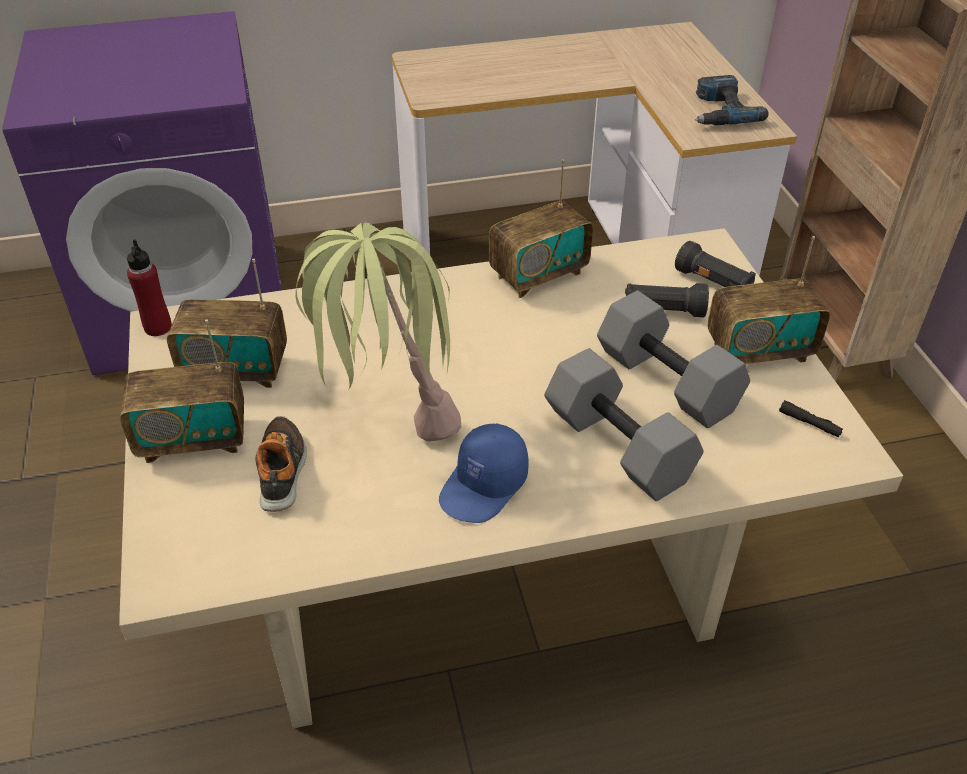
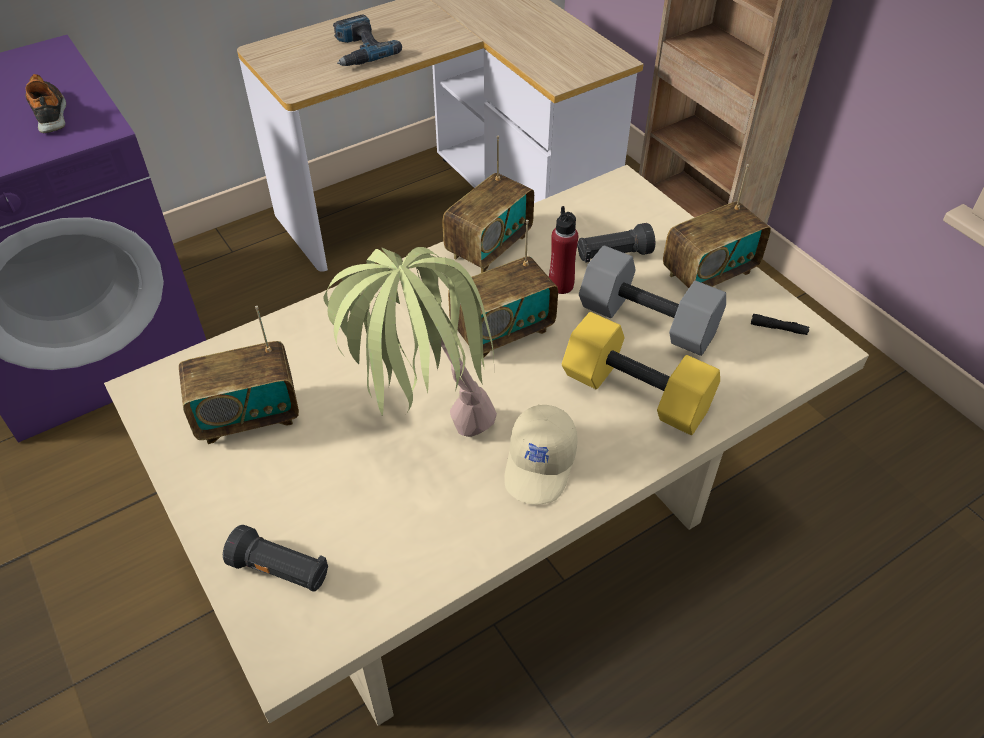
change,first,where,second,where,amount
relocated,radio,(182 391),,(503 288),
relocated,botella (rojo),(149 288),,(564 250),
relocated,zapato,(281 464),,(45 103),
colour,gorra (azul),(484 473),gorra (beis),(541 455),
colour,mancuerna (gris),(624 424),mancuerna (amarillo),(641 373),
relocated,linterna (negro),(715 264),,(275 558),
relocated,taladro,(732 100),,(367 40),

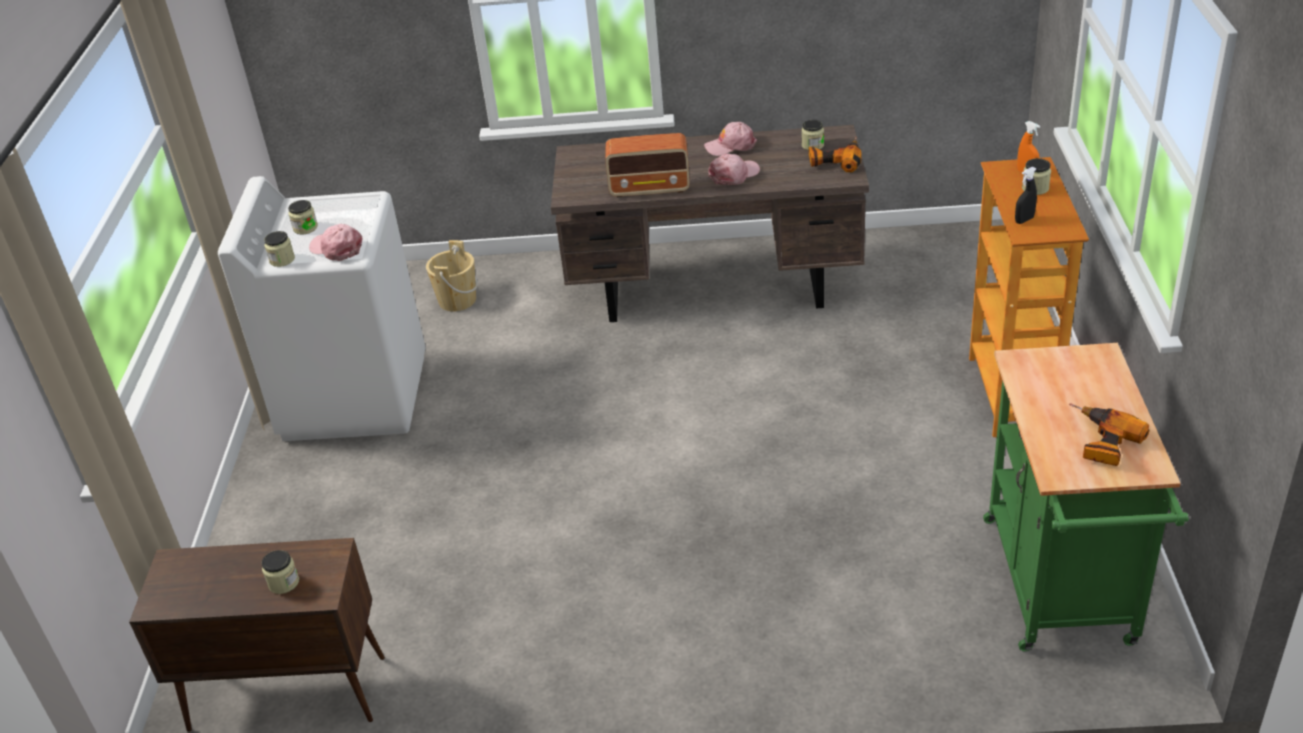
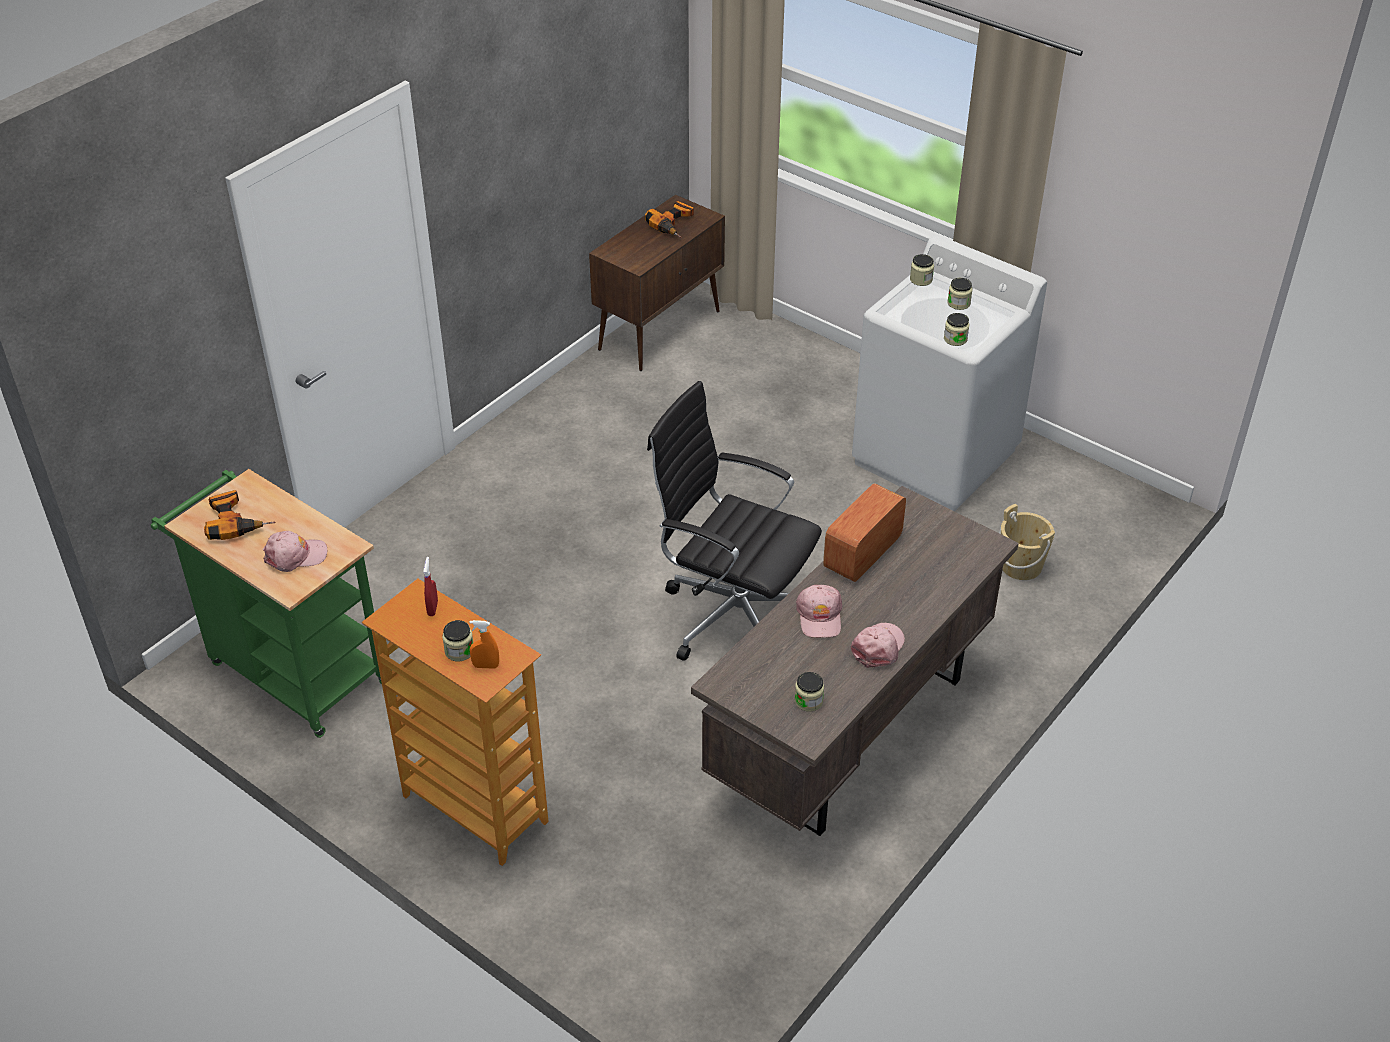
change,first,where,second,where,amount
relocated,tarro,(280 572),,(957 329),
relocated,gorra (rosa),(335 242),,(295 551),
relocated,taladro,(835 154),,(669 219),
colour,pulverizador (negro),(1026 195),pulverizador (rojo),(430 586),
appeared,,,silla de oficina (negro),(734 521),

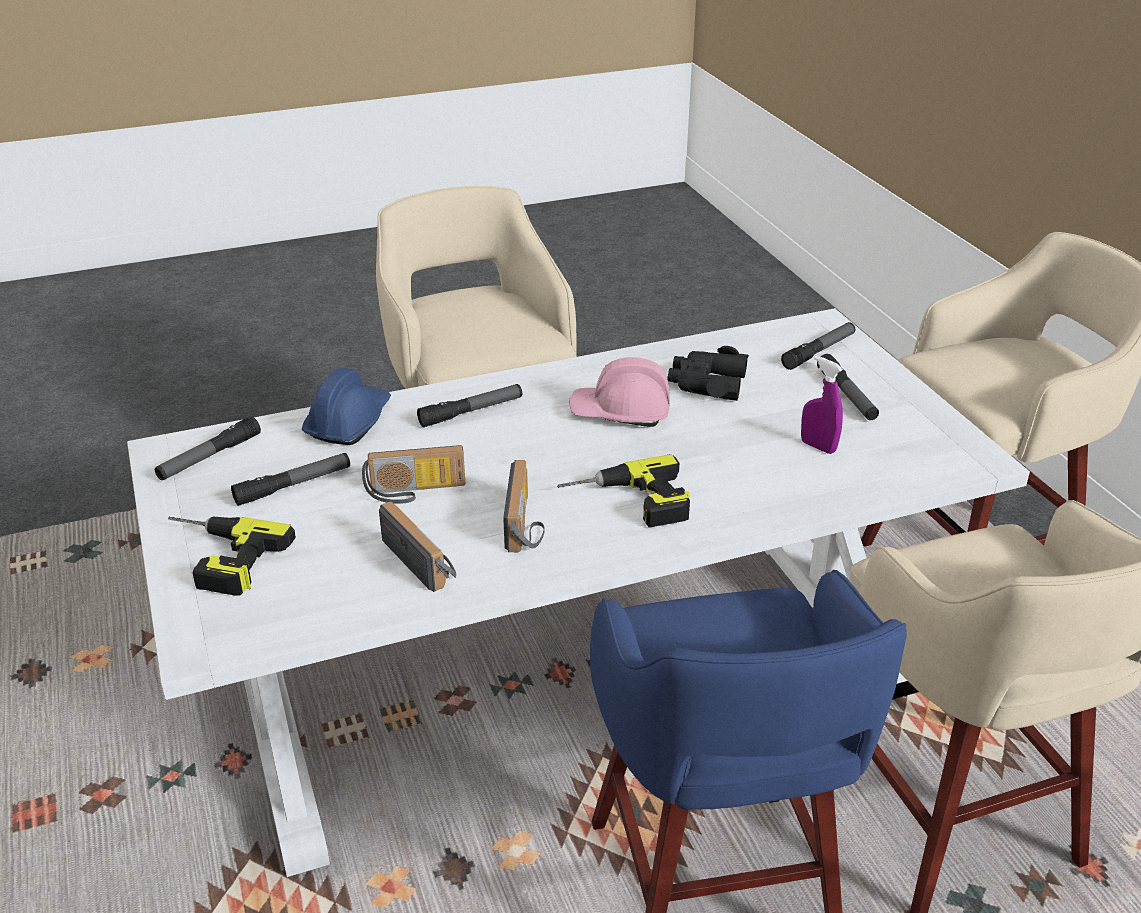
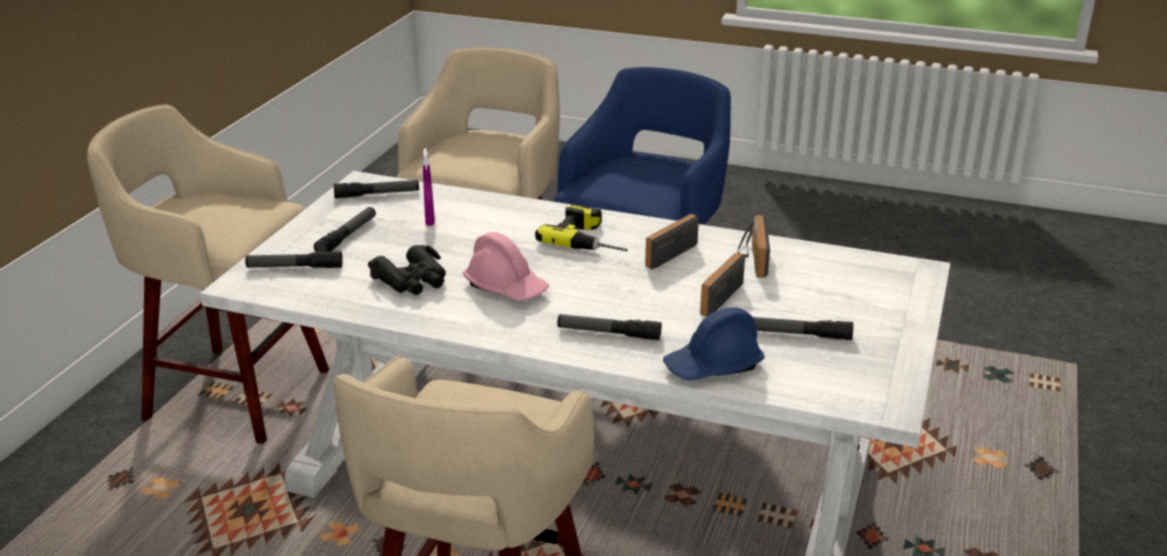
change,first,where,second,where,amount
relocated,linterna,(208 448),,(376 189),
missing,taladro,(232 556),,,
spun,radio,(413 474),,(722 285),90 degrees counterclockwise

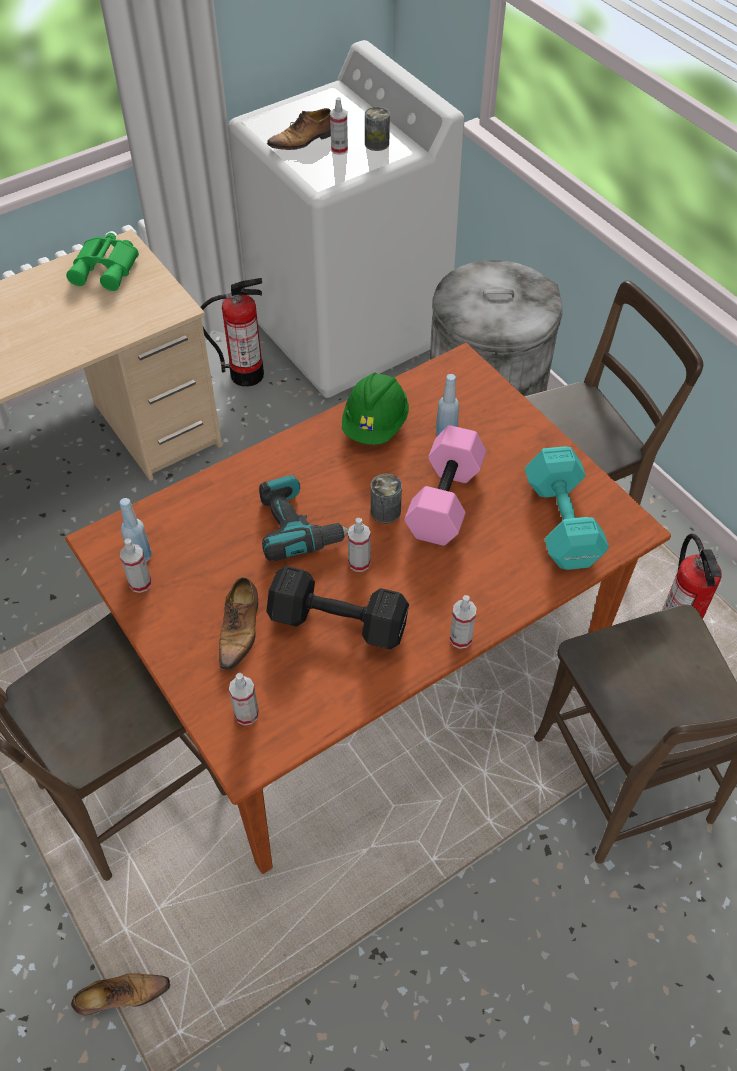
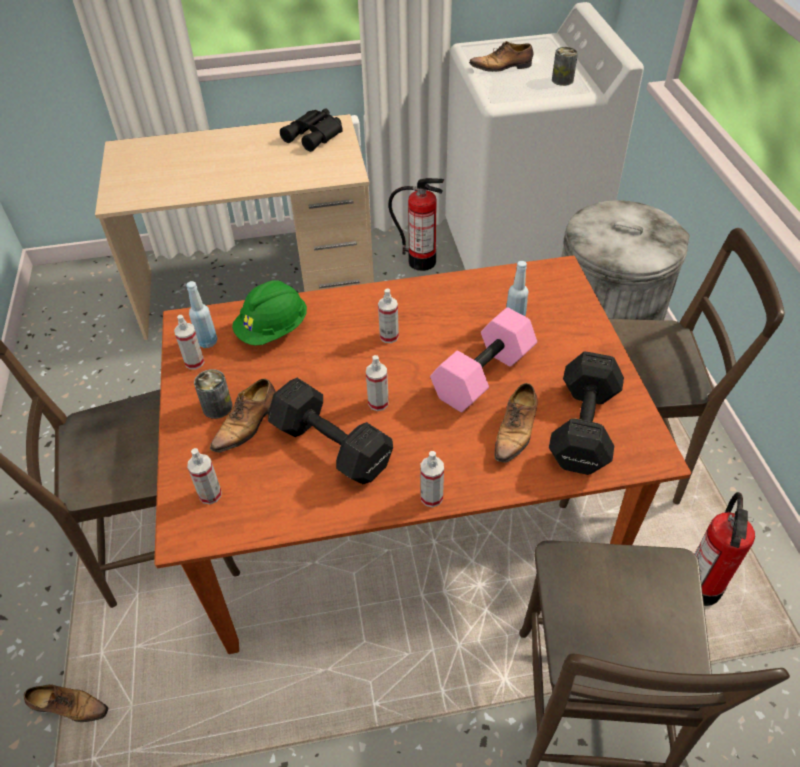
change,first,where,second,where,amount
colour,prismáticos (verde),(102 262),prismáticos (negro),(311 130),
missing,taladro,(304 518),,,
relocated,pulverizador,(339 126),,(388 315),
relocated,casco (verde),(375 408),,(269 312),
relocated,lata,(386 498),,(213 394),
colour,mancuerna (turquesa),(567 508),mancuerna (negro),(586 413),
appeared,,,zapato,(516 424),

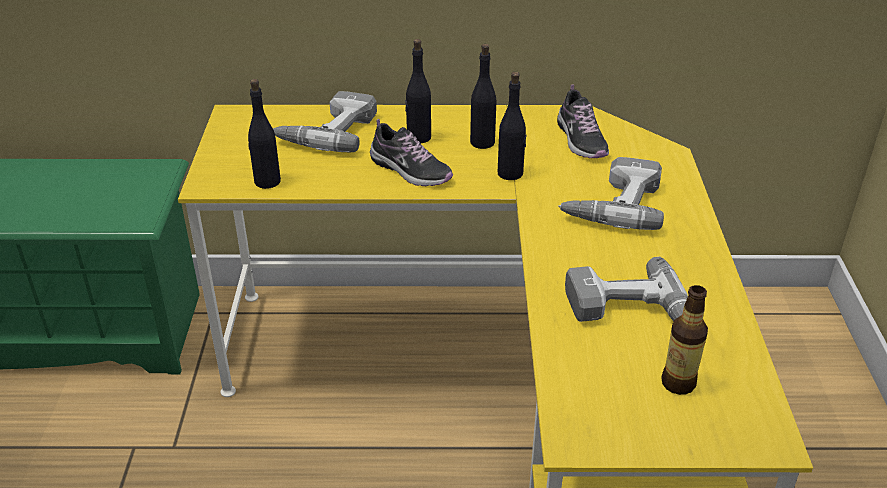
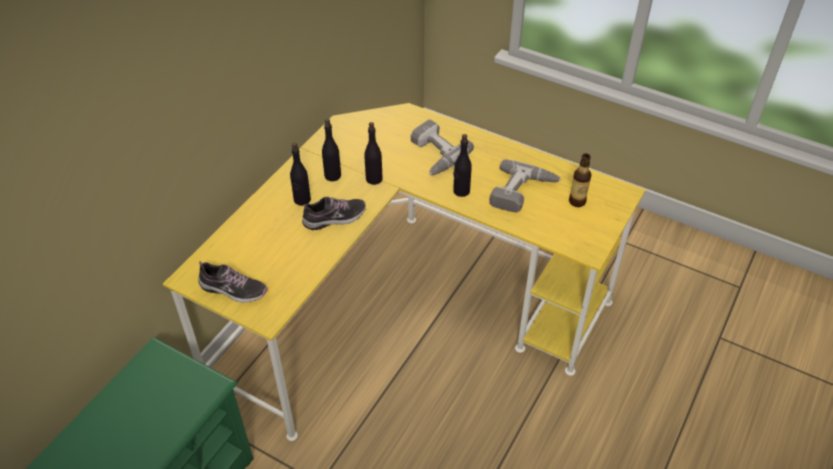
change,first,where,second,where,amount
relocated,botella (negro),(264 134),,(462 165),
missing,taladro,(325 121),,,
relocated,zapato,(583 121),,(232 282),

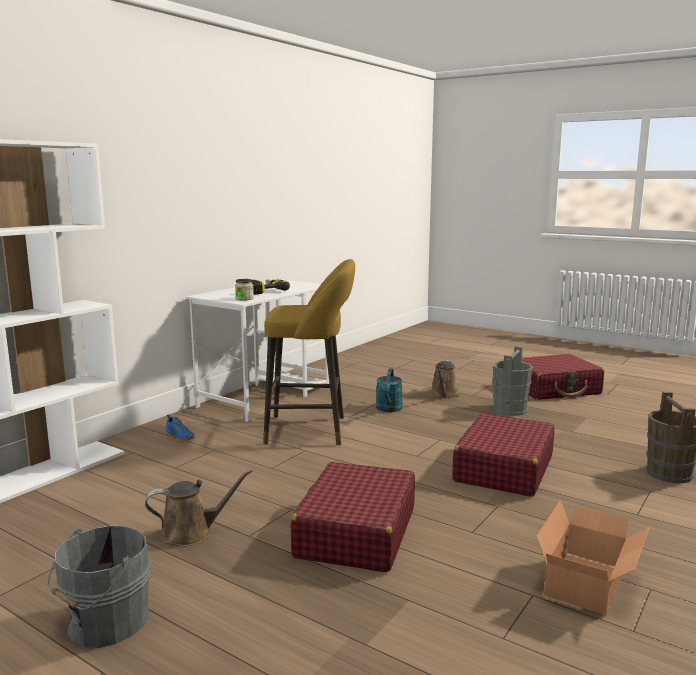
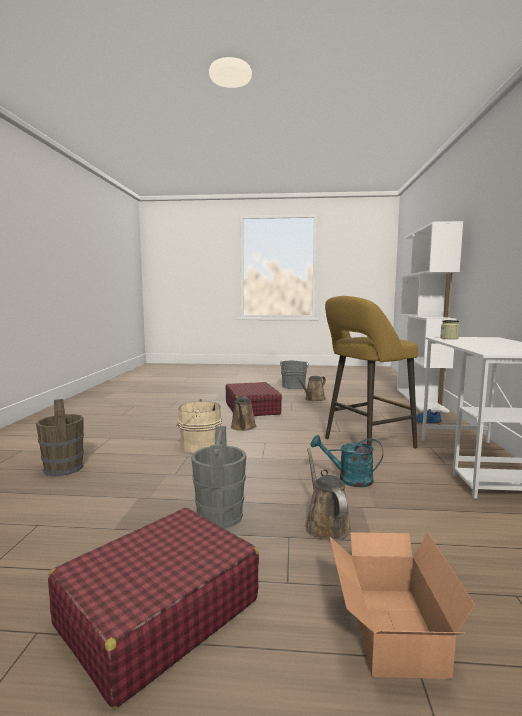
change,first,where,second,where,amount
missing,taladro,(271 286),,,
spun,regadera (turquesa),(389 390),,(347 461),60 degrees counterclockwise
exchanged,maleta (rojo),(503 455),cubo (beis),(199 426),
relocated,caja de cartón,(593 557),,(402 605),
appeared,,,regadera (marrón),(243 414),

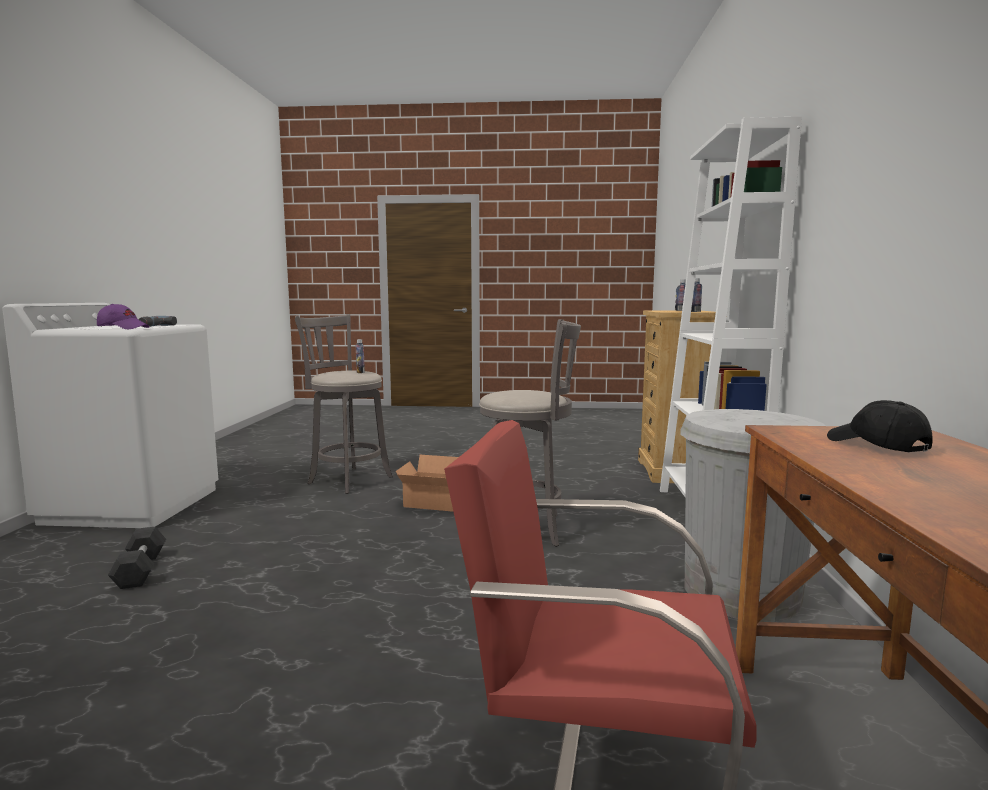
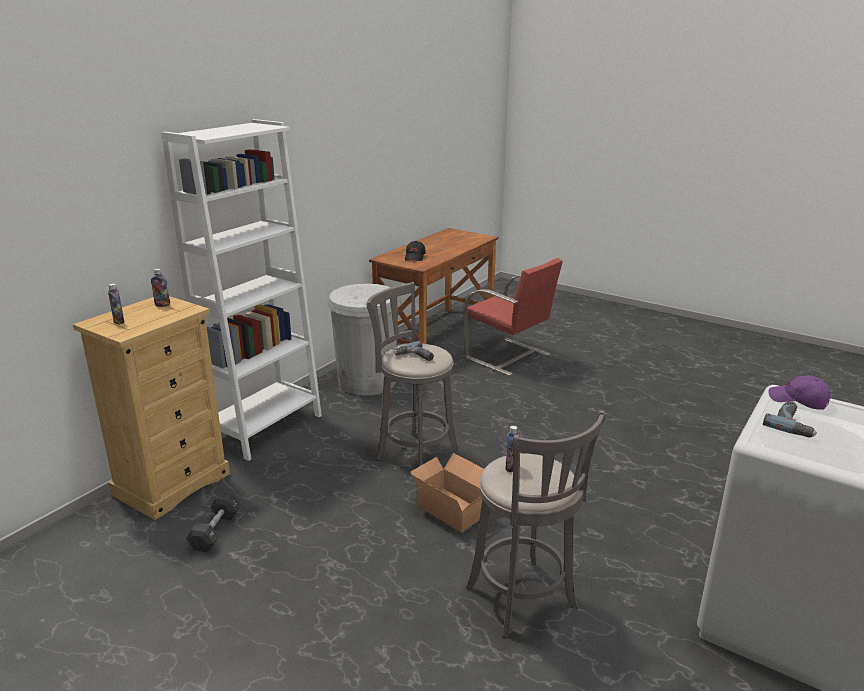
change,first,where,second,where,amount
relocated,mancuerna (negro),(137 557),,(213 522),
appeared,,,taladro,(414 351),

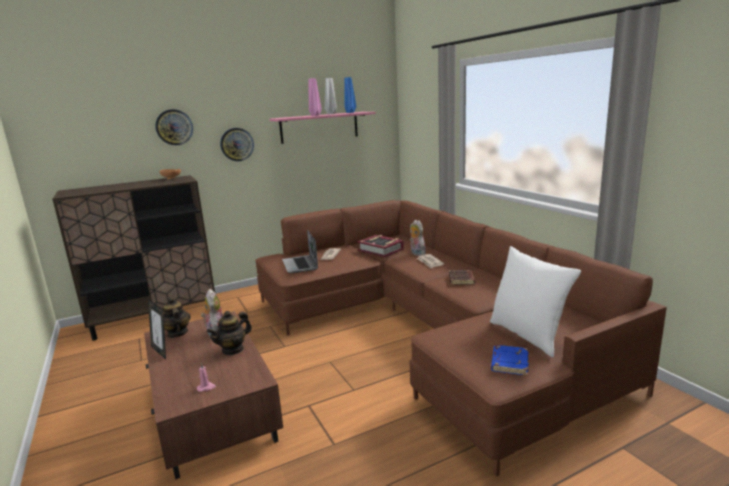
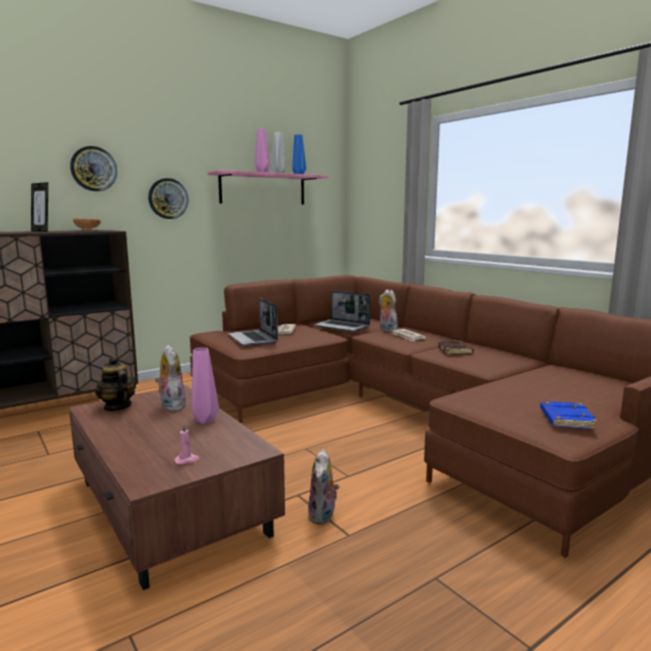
change,first,where,second,where,amount
relocated,portarretratos,(157 329),,(39 207),
exchanged,tetera,(229 333),florero (rosa),(205 386),
exchanged,libro,(380 246),portátil,(342 311),
missing,cojín (blanco),(535 302),,,
appeared,,,peluche,(323 487),

